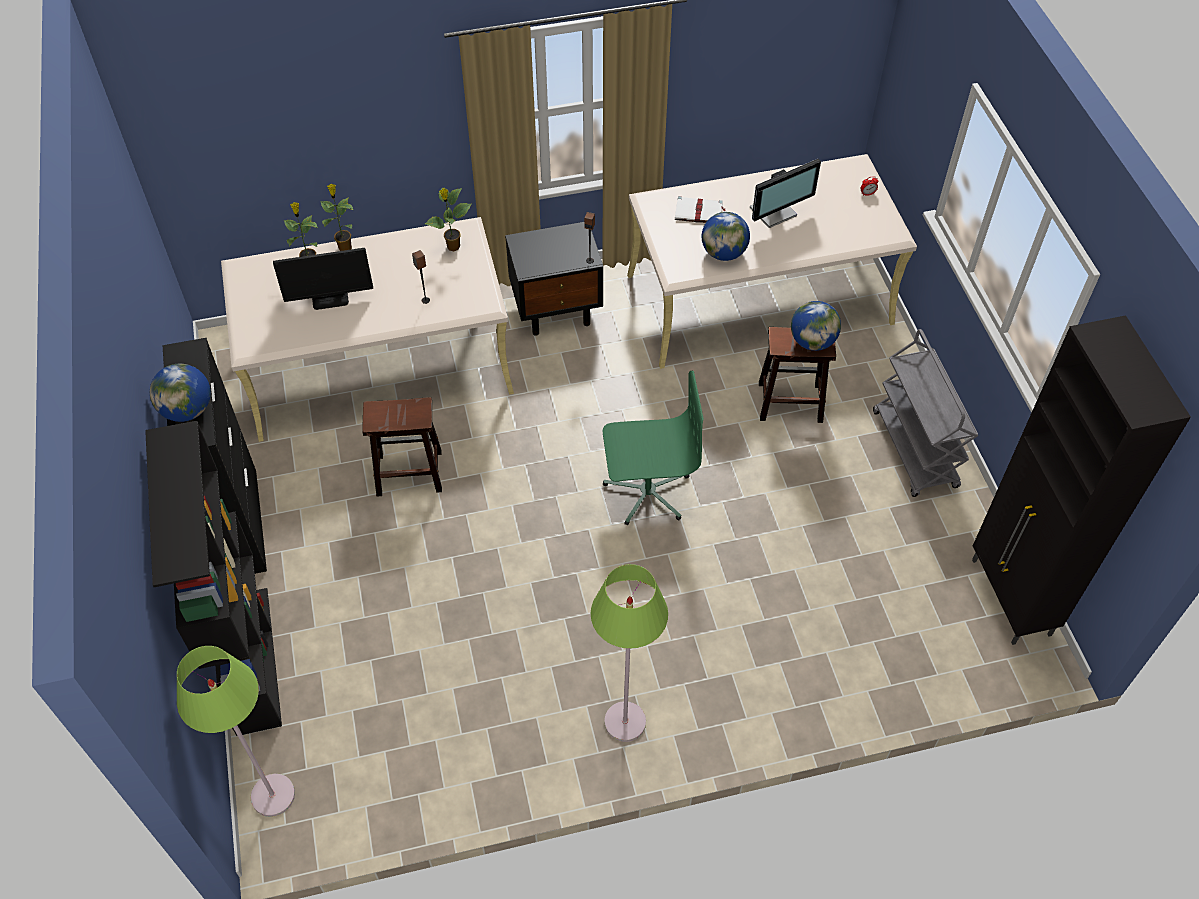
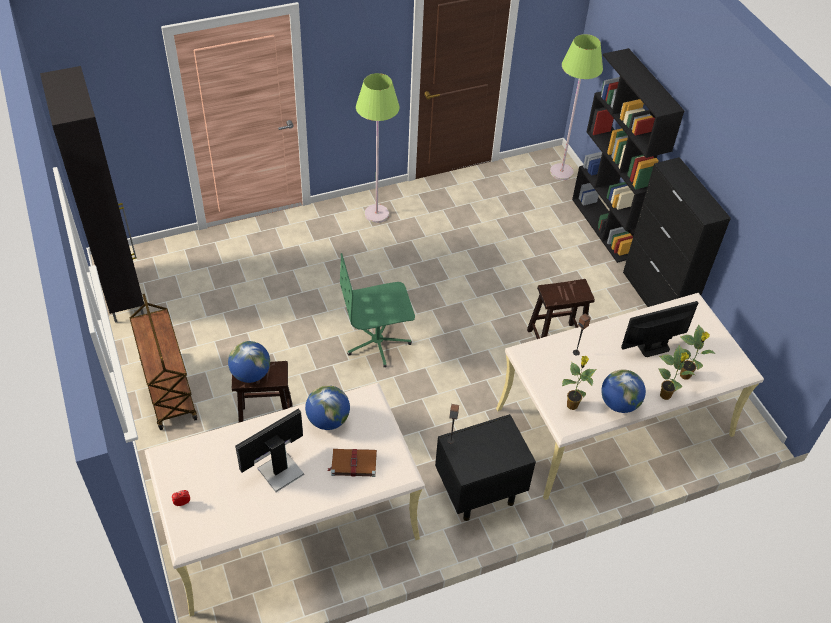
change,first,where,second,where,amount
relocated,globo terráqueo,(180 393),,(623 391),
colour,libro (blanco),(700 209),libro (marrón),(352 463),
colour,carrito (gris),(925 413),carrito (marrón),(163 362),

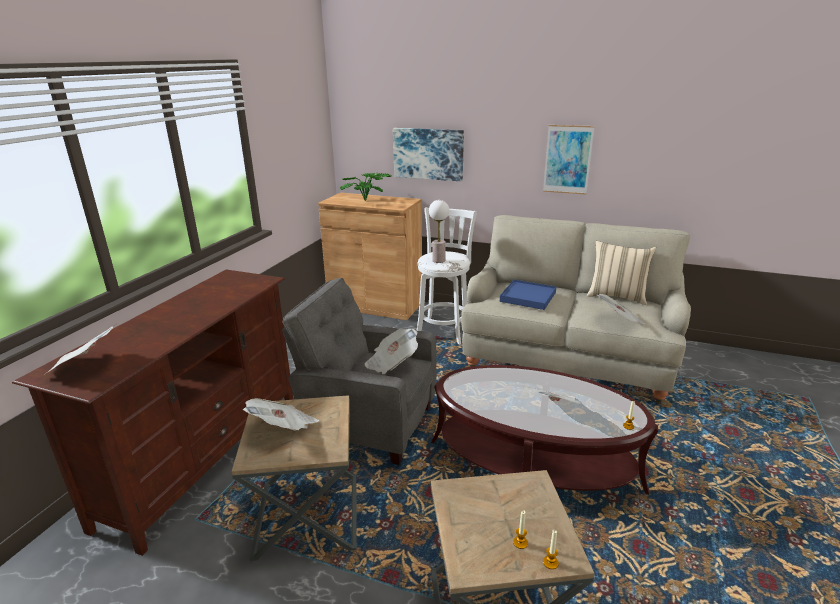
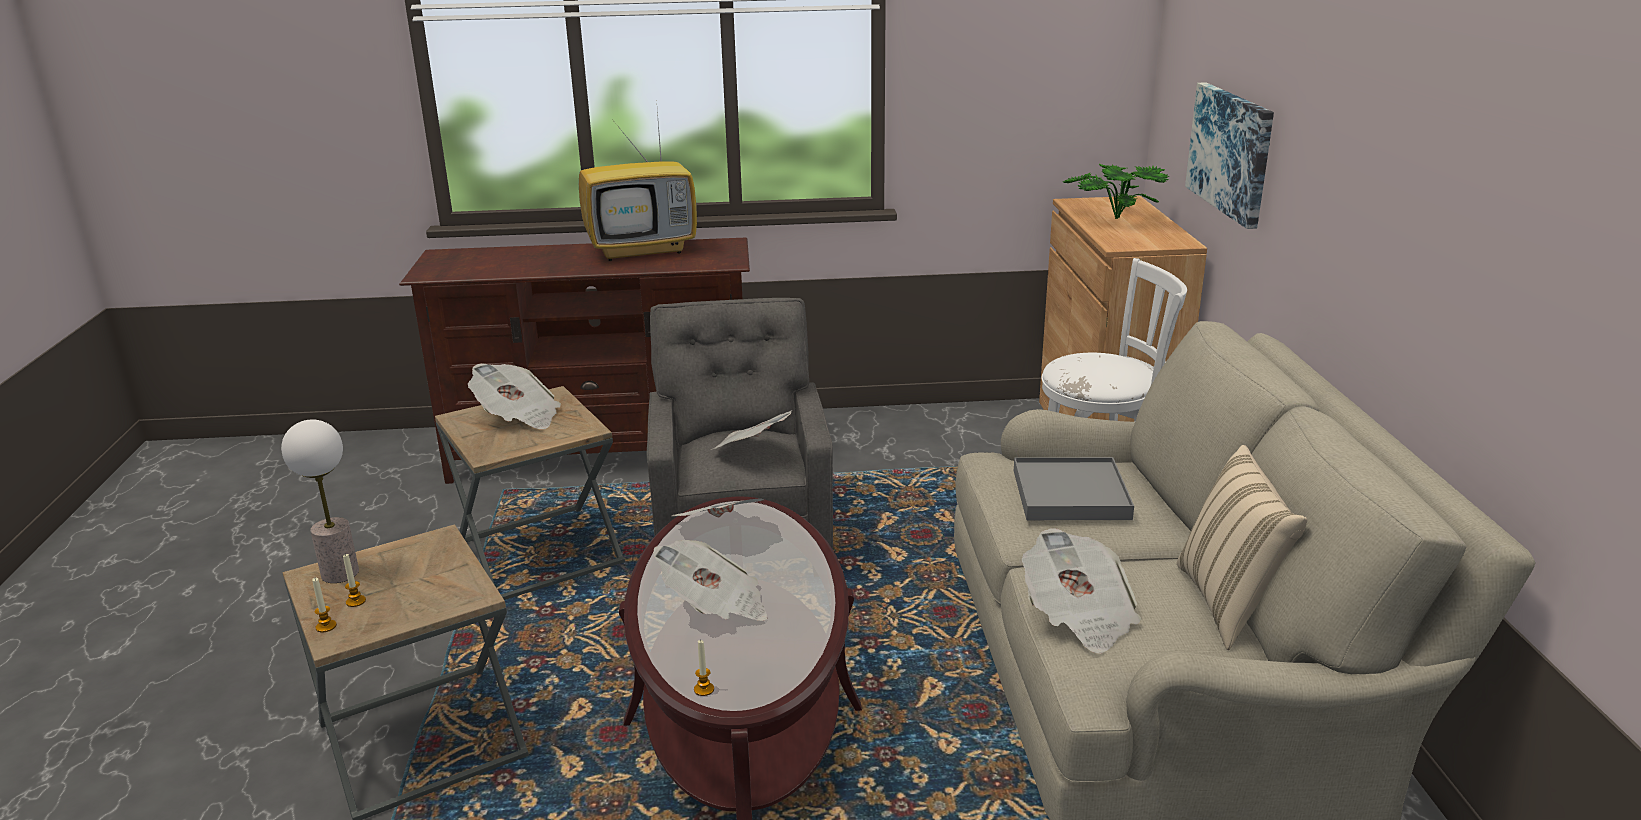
change,first,where,second,where,amount
relocated,periódico,(80 349),,(717 508),
relocated,lámpara de mesa,(439 231),,(320 501),
colour,bandeja (azul),(528 295),bandeja (gris),(1074 488),
missing,cuadro,(568 160),,,
appeared,,,televisor,(638 185),

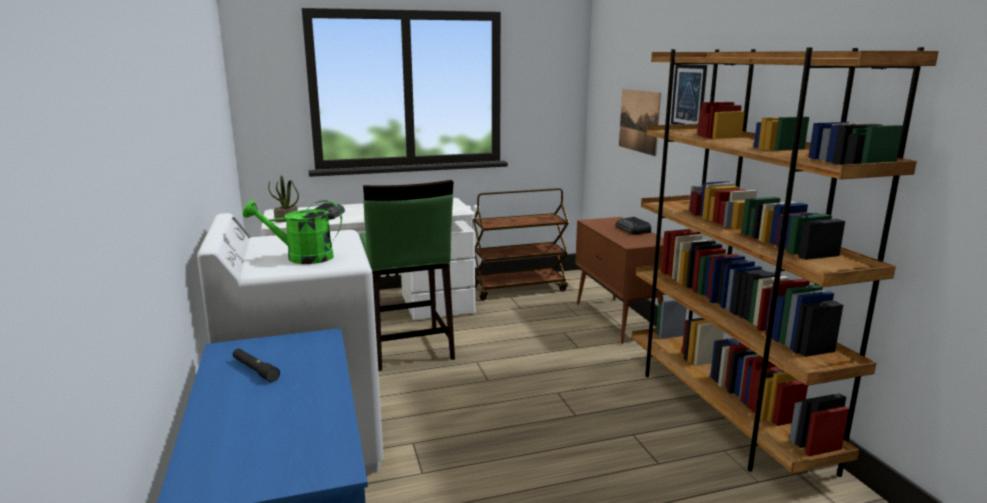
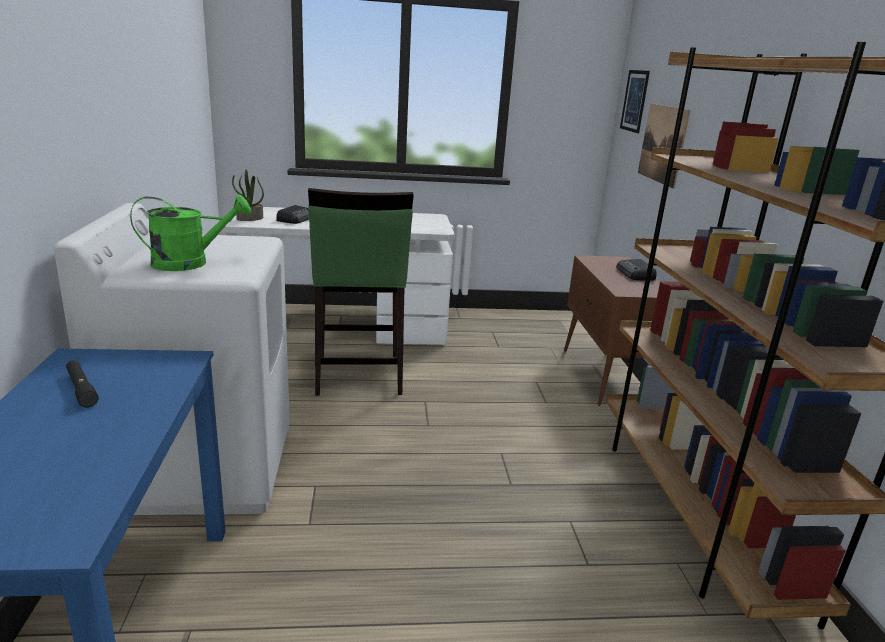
change,first,where,second,where,amount
spun,regadera (verde),(292 232),,(190 233),150 degrees clockwise
missing,carrito (marrón),(521 244),,,
relocated,cuadro,(689 94),,(635 101),

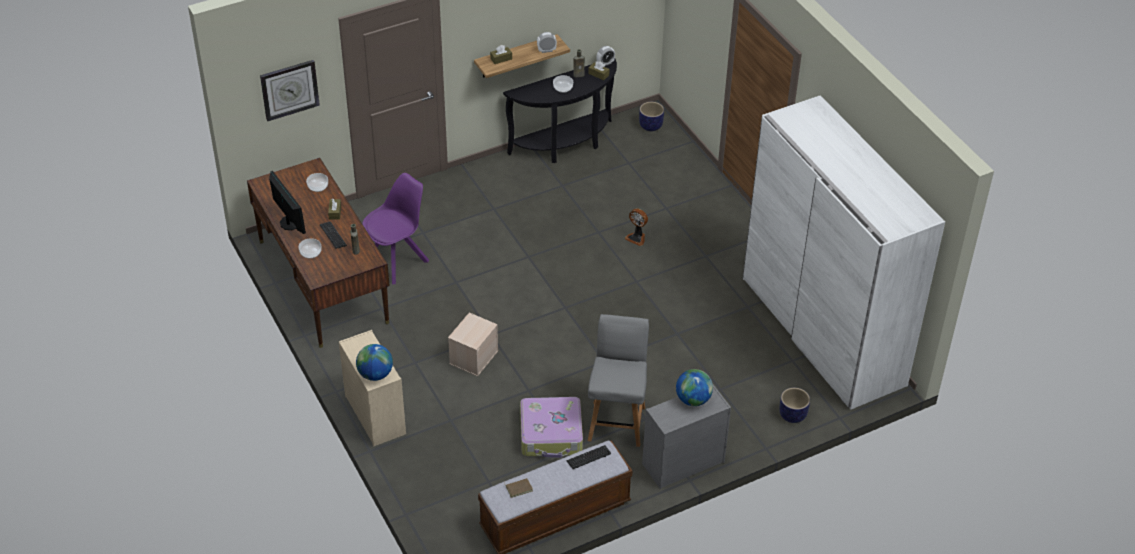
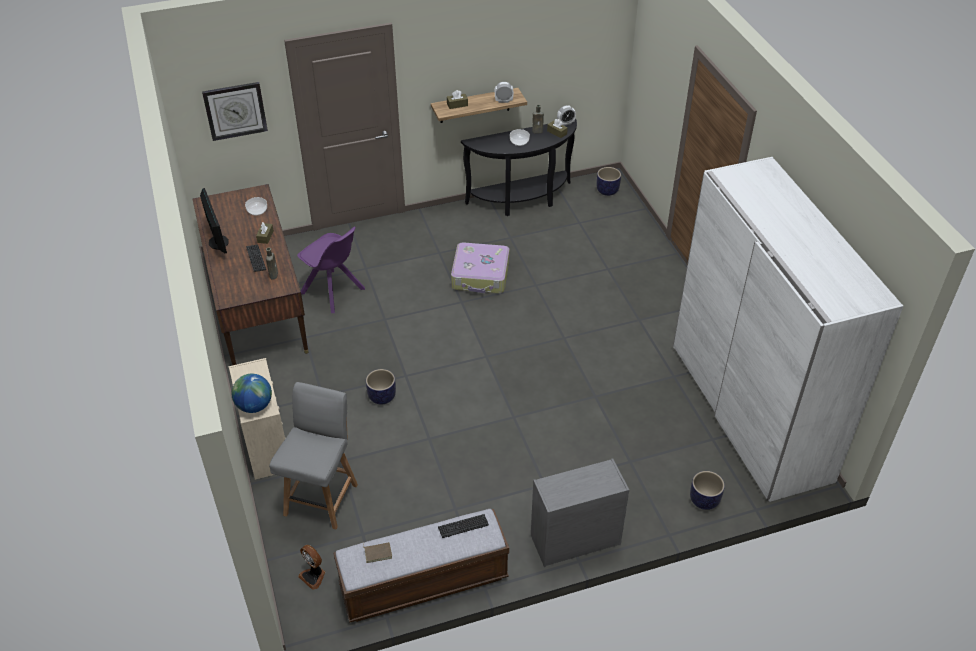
change,first,where,second,where,amount
missing,cuenco,(310 248),,,
spun,silla (morado),(395 228),,(331 270),75 degrees clockwise
exchanged,caja de almacenaje (beis),(473 345),maceta,(381 387),
relocated,maleta,(551 427),,(480 268),
relocated,silla (gris),(618 380),,(313 455),
relocated,ventilador,(636 227),,(311 567),
missing,globo terráqueo,(694 387),,,

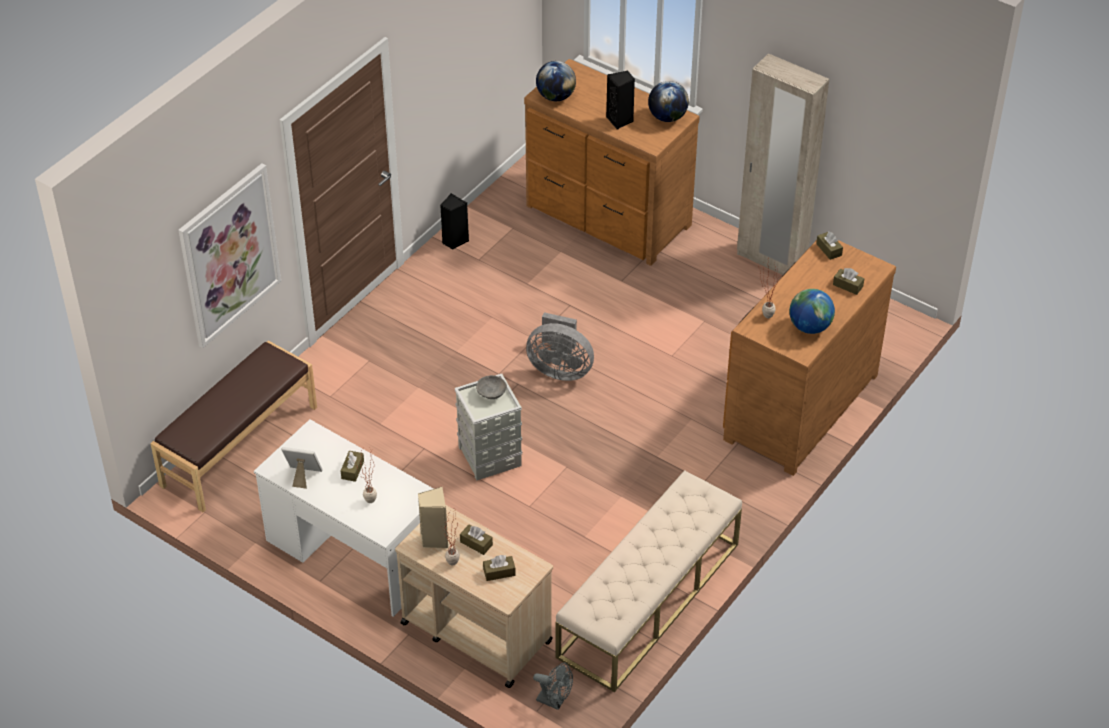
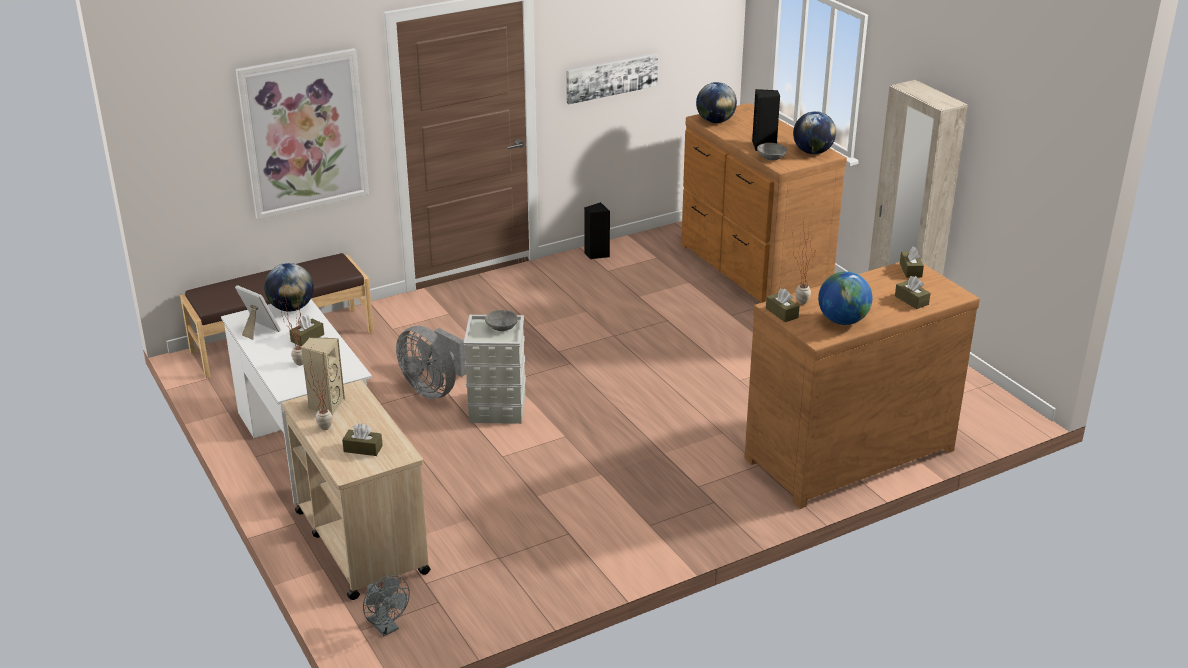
change,first,where,second,where,amount
relocated,caja de pañuelos (marrón),(476 540),,(783 305),
relocated,ventilador (gris),(560 346),,(431 362),
missing,banco (beis),(649 581),,,
appeared,,,globo terráqueo,(289 287),
appeared,,,cuadro,(612 78),
appeared,,,cuenco (gris),(772 151),

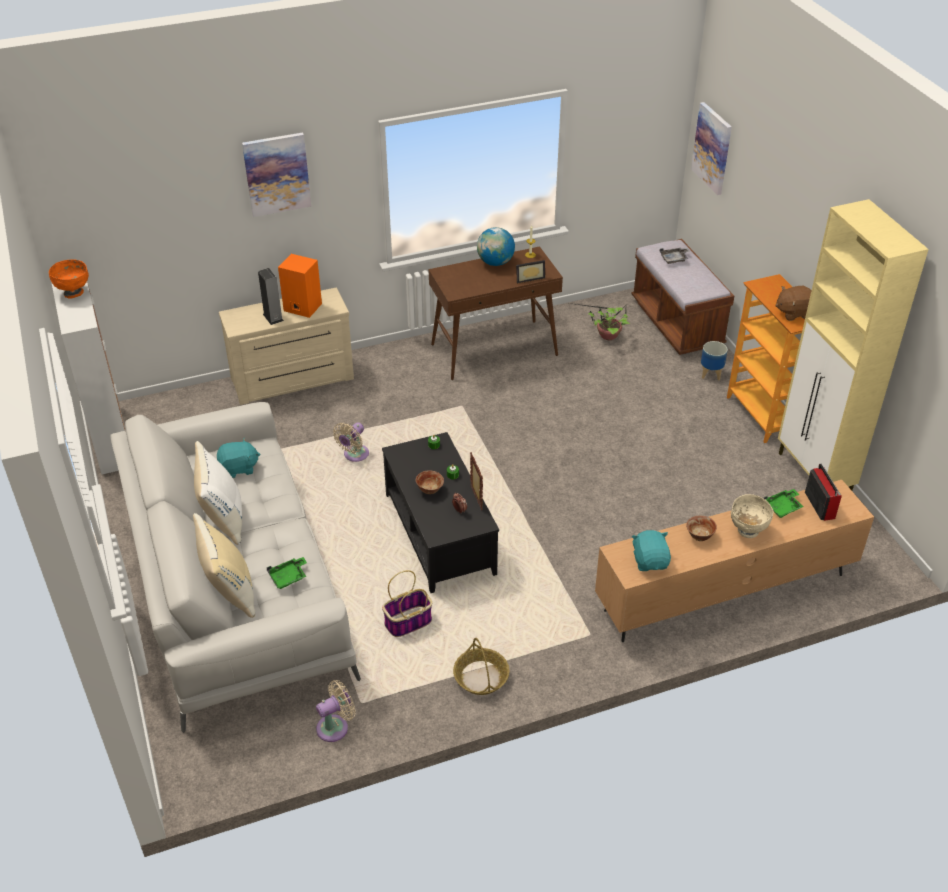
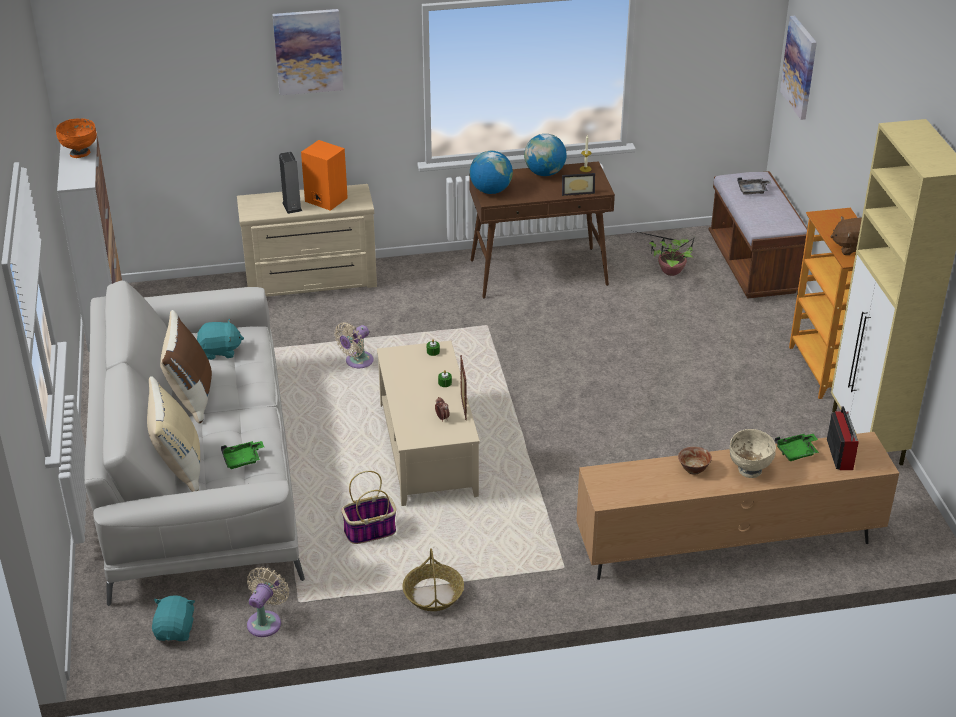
change,first,where,second,where,amount
colour,cojín (blanco),(218 493),cojín (marrón),(186 366),
spun,ventilador (beis),(335 711),,(268 602),45 degrees counterclockwise
colour,mesa de centro (negro),(440 512),mesa de centro (beis),(428 423),
missing,cuenco,(430 482),,,
relocated,peluche (turquesa),(651 550),,(173 618),
missing,maceta,(714 360),,,
appeared,,,globo terráqueo,(491 172),

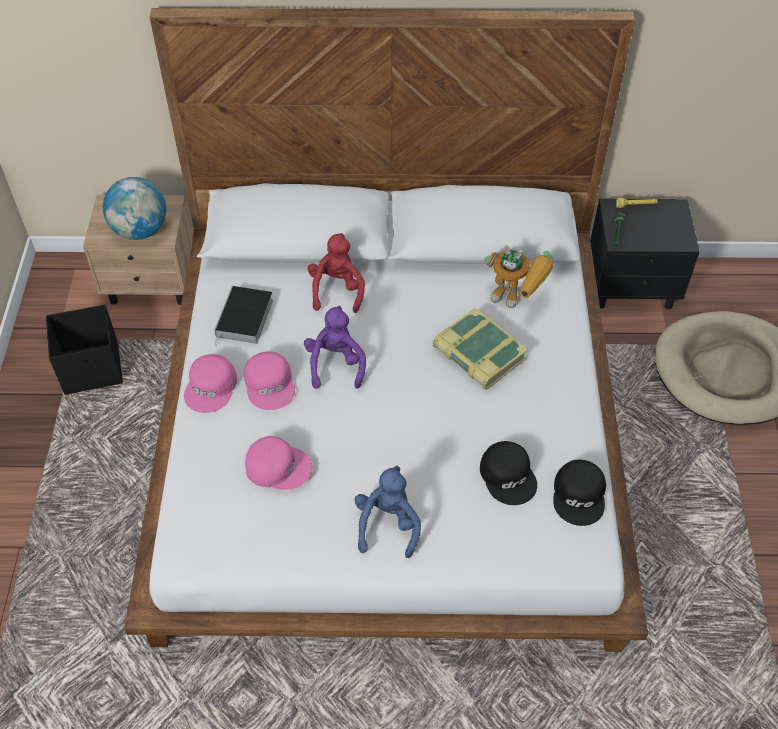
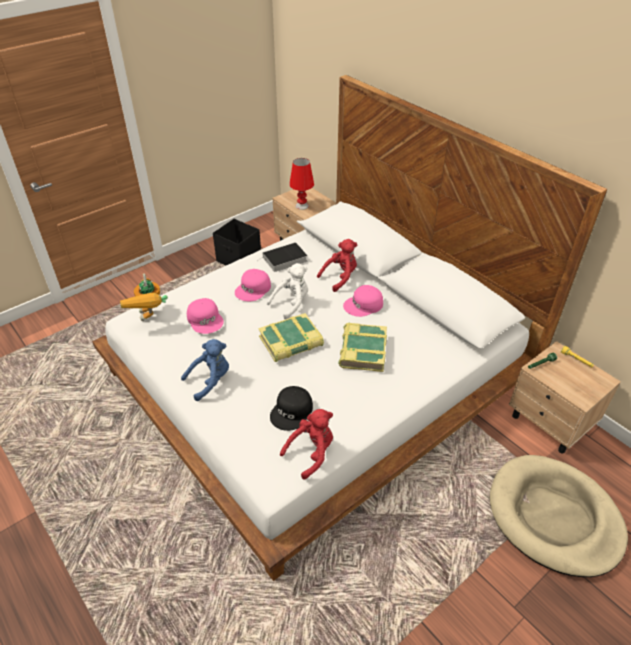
change,first,where,second,where,amount
exchanged,globo terráqueo,(135 208),lámpara de mesa (rojo),(301 184),
relocated,gorra (rosa),(210 383),,(363 301),
colour,peluche (morado),(335 347),peluche (blanco),(287 291),
relocated,robot de juguete,(518 276),,(144 297),
exchanged,gorra (negro),(579 493),peluche (rojo),(306 444),
colour,mesita de noche (negro),(645 254),mesita de noche (beis),(565 397),
appeared,,,libro,(291 337),

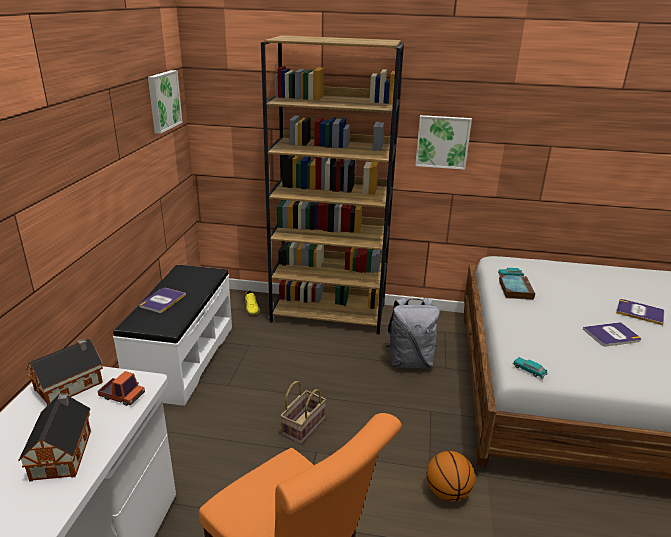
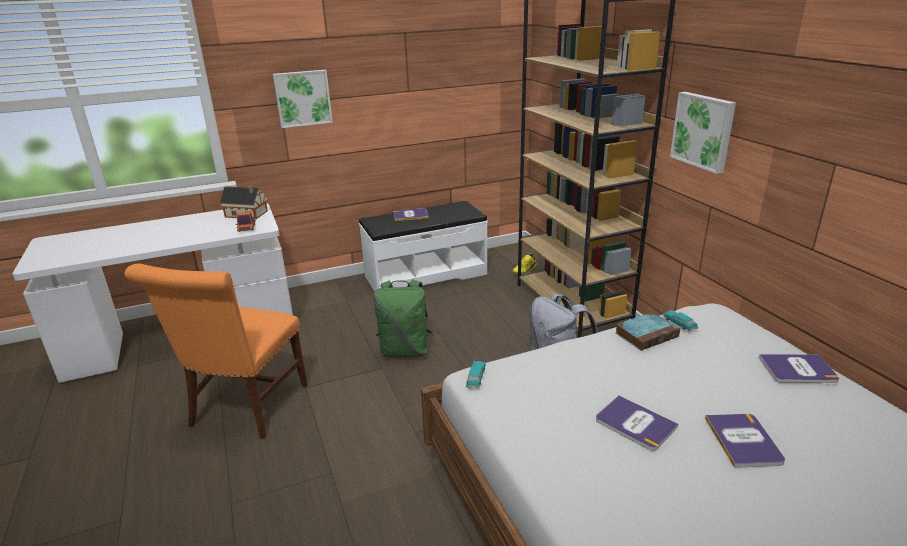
change,first,where,second,where,amount
missing,casita,(54 437),,,
relocated,cuadro,(165 102),,(303 99),
exchanged,cesta,(303 413),mochila (verde),(402 318),
missing,balón de baloncesto,(450 476),,,
appeared,,,libro,(799 368),

